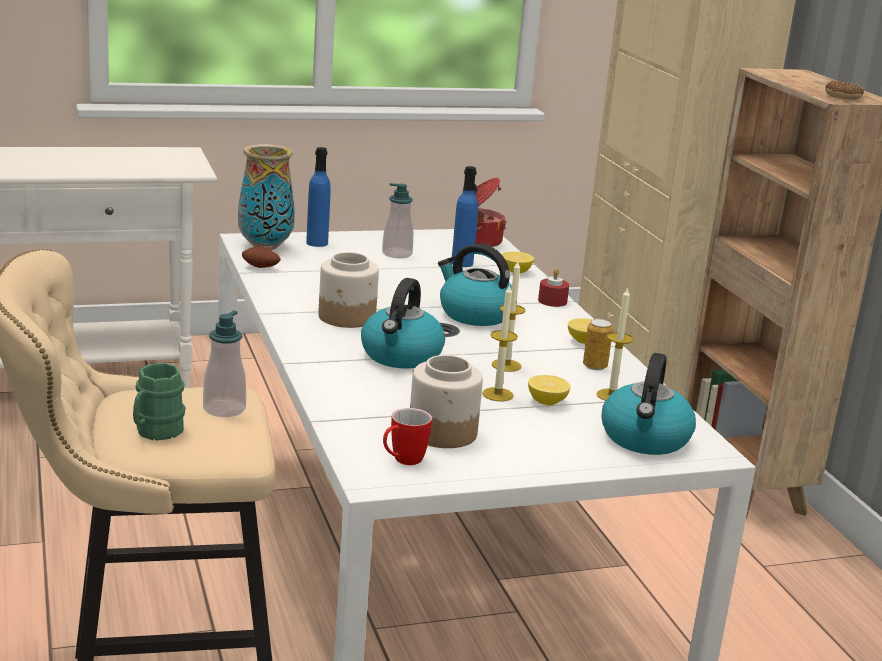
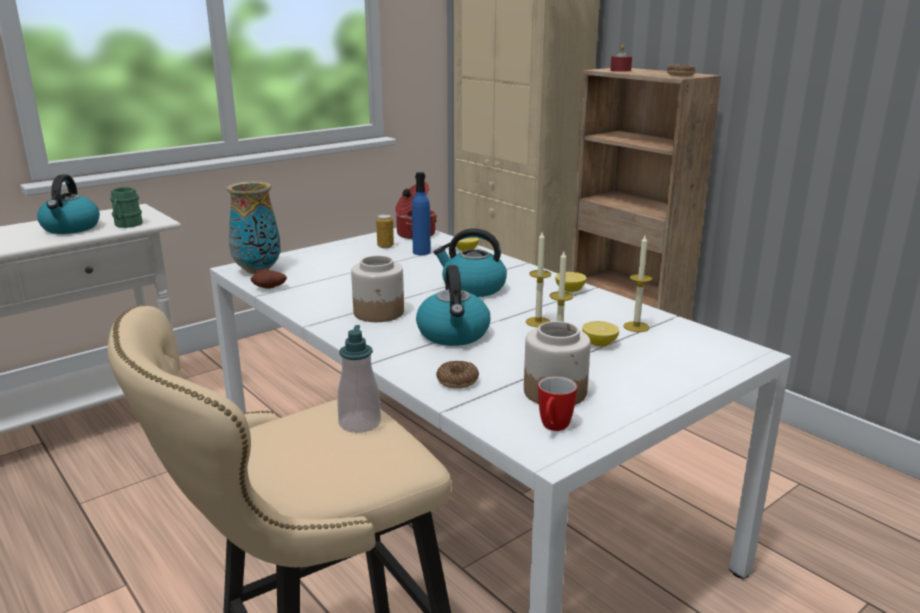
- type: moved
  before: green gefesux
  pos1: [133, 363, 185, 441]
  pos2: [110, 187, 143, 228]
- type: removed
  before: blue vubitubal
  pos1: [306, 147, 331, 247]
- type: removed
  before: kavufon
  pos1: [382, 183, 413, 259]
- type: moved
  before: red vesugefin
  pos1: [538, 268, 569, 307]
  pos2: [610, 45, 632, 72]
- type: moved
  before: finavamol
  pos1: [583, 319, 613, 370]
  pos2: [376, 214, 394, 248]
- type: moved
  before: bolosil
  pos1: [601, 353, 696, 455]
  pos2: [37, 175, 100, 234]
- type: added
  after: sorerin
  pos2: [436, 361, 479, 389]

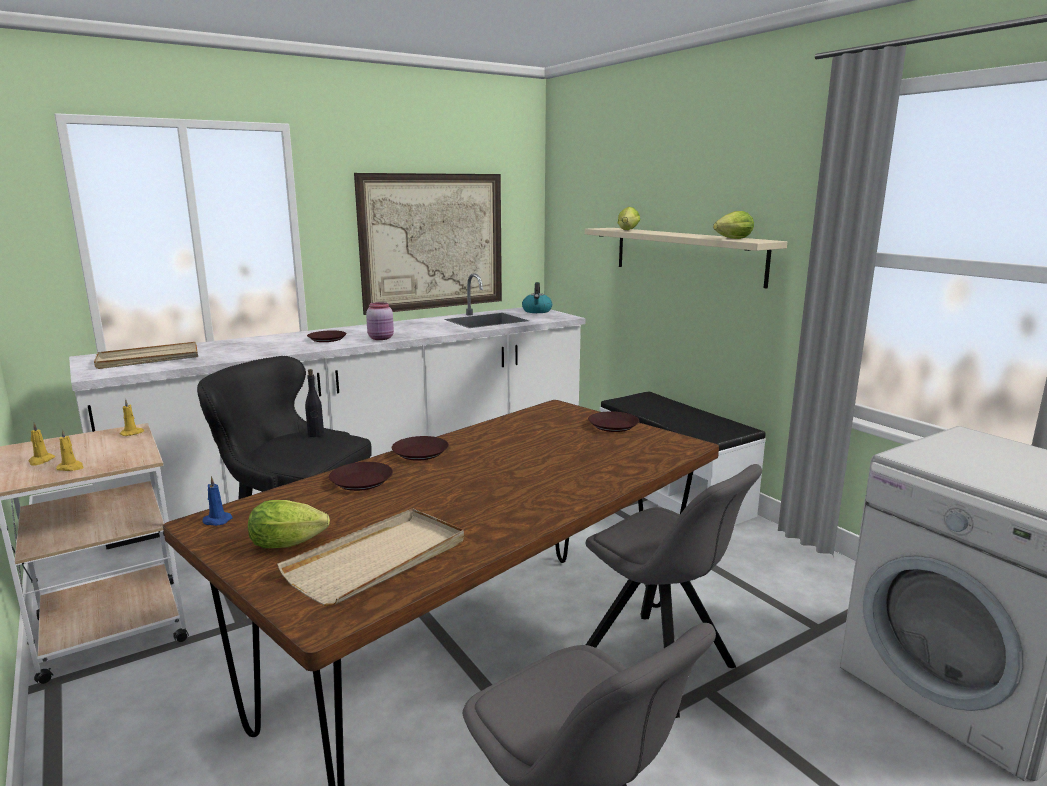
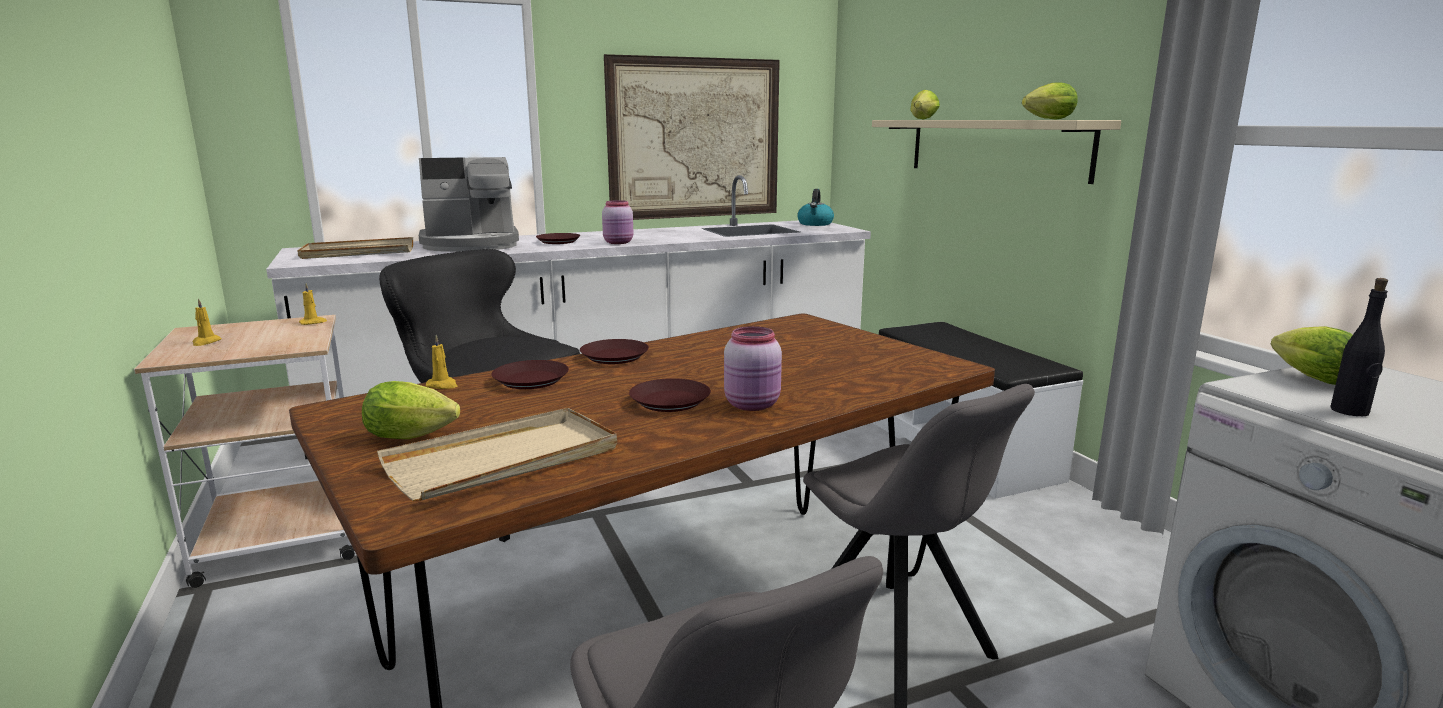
- type: moved
  before: yellow vesugefin
  pos1: [56, 429, 84, 471]
  pos2: [426, 335, 457, 389]
- type: removed
  before: blue vesugefin
  pos1: [202, 476, 232, 526]
- type: moved
  before: black vubitubal
  pos1: [305, 369, 324, 437]
  pos2: [1330, 278, 1388, 416]
- type: moved
  before: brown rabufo
  pos1: [588, 411, 639, 432]
  pos2: [629, 378, 711, 412]
- type: added
  after: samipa
  pos2: [419, 157, 519, 252]
- type: added
  after: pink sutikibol
  pos2: [724, 326, 782, 411]
- type: added
  after: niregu
  pos2: [1270, 326, 1353, 385]

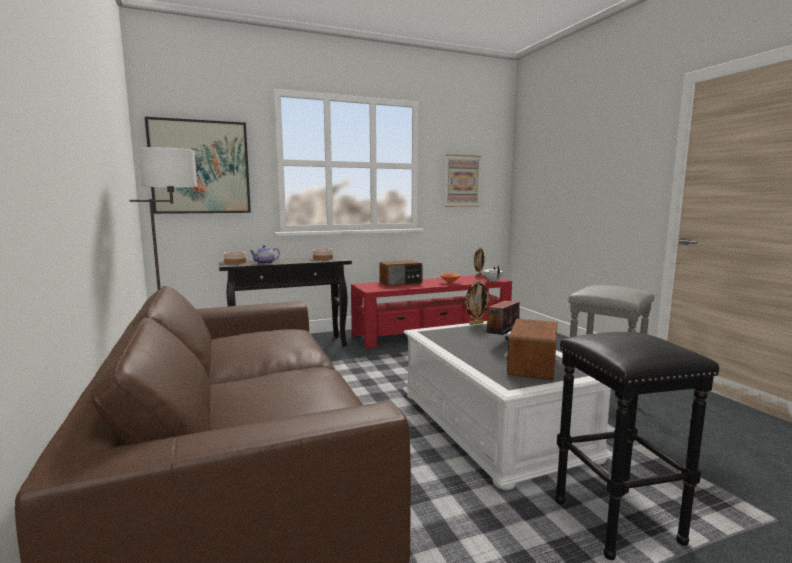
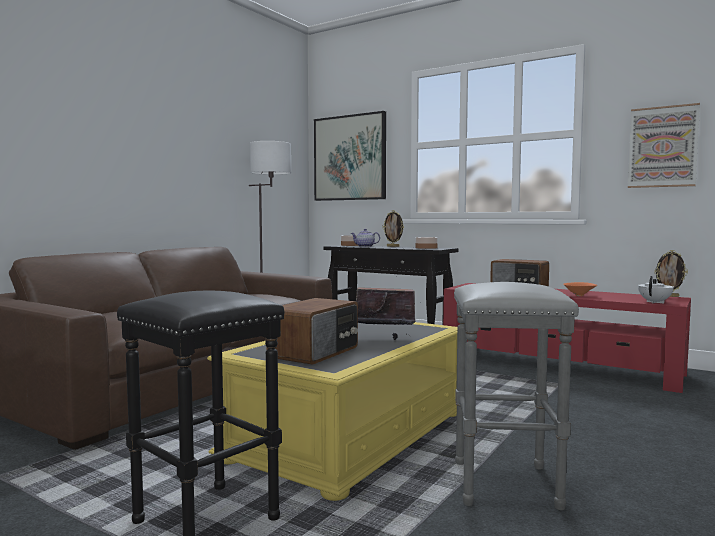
- type: recoloured
  before: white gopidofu
  after: yellow gopidofu
  pos1: [403, 321, 613, 490]
  pos2: [207, 322, 457, 501]
- type: moved
  before: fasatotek
  pos1: [465, 280, 490, 325]
  pos2: [383, 210, 404, 247]
- type: turned
  before: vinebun
  pos1: [504, 319, 558, 381]
  pos2: [266, 298, 358, 365]
  turn: 135

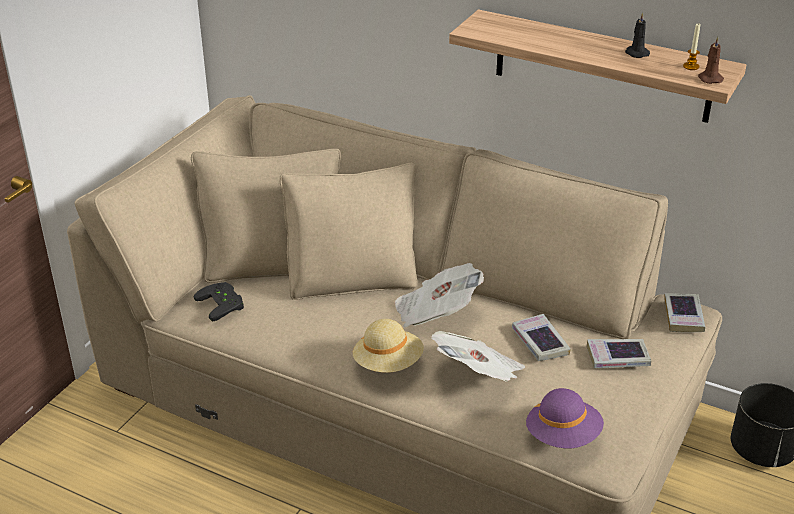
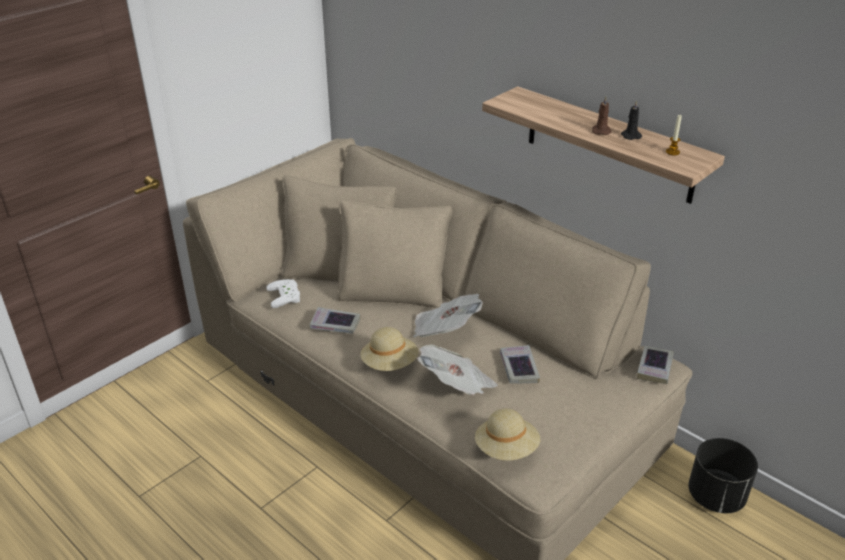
- type: recoloured
  before: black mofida
  after: white mofida
  pos1: [194, 282, 244, 321]
  pos2: [266, 279, 300, 308]
- type: recoloured
  before: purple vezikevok
  after: beige vezikevok
  pos1: [526, 388, 604, 448]
  pos2: [475, 408, 540, 461]
- type: moved
  before: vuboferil
  pos1: [587, 339, 651, 368]
  pos2: [310, 307, 360, 334]
- type: moved
  before: brown vesugefin
  pos1: [698, 37, 724, 84]
  pos2: [592, 97, 611, 135]

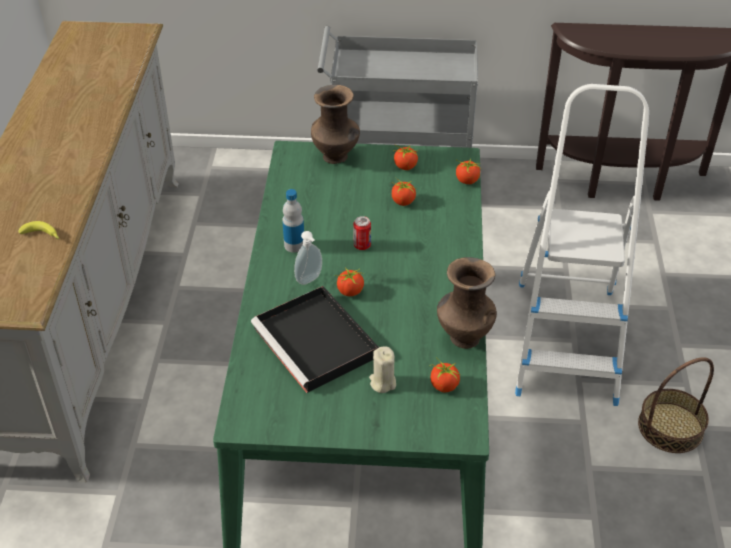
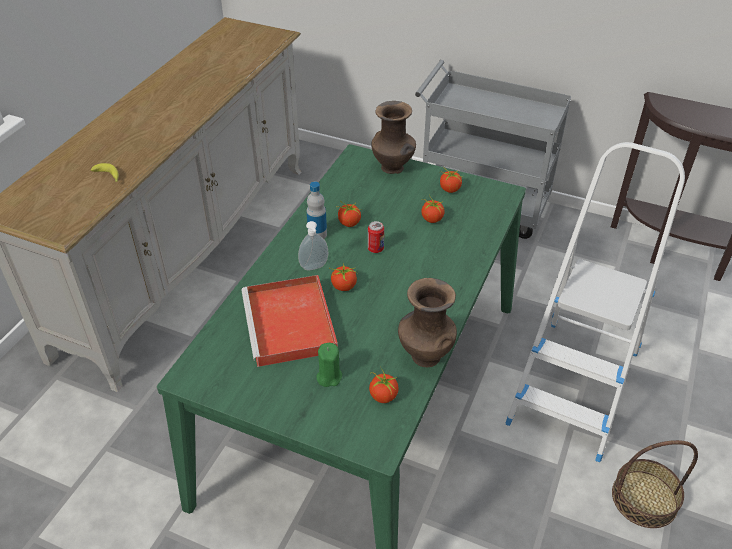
- type: recoloured
  before: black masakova
  after: red masakova
  pos1: [251, 286, 379, 393]
  pos2: [241, 275, 338, 367]
- type: recoloured
  before: beige vesugefin
  after: green vesugefin
  pos1: [369, 346, 396, 393]
  pos2: [316, 343, 342, 387]
- type: moved
  before: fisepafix
  pos1: [456, 159, 481, 184]
  pos2: [338, 202, 361, 227]

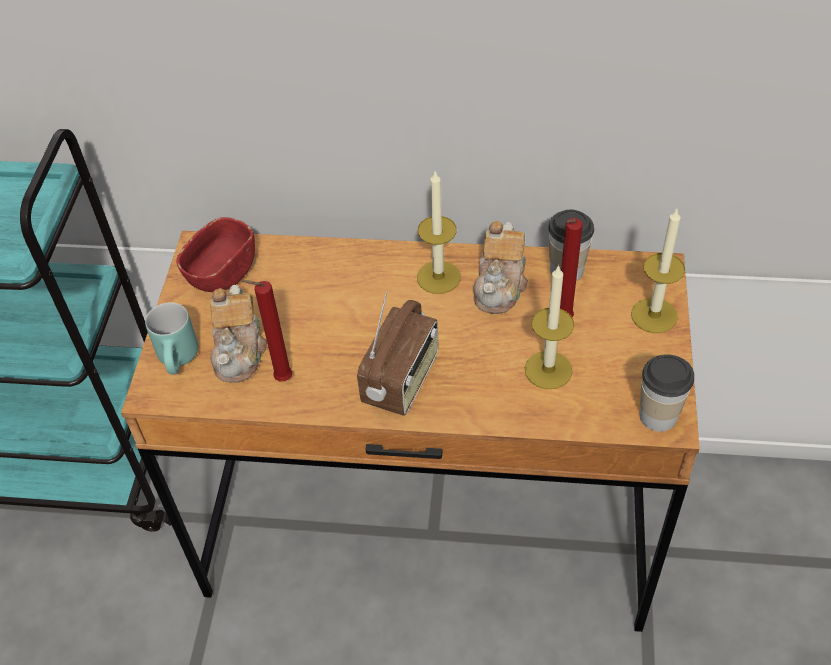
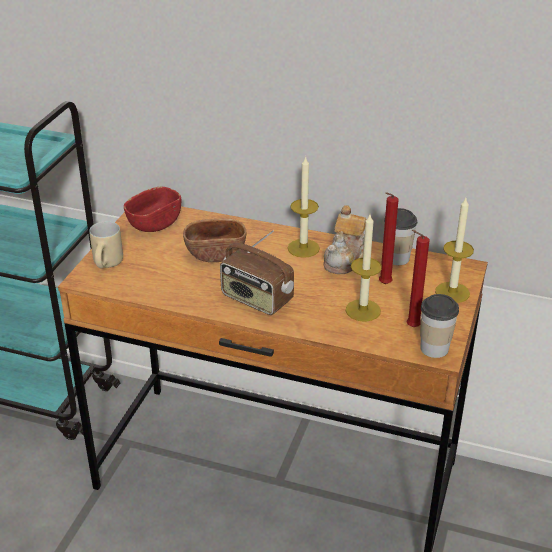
- type: recoloured
  before: turquoise gefesux
  after: beige gefesux
  pos1: [145, 302, 198, 375]
  pos2: [89, 221, 123, 268]
- type: removed
  before: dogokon
  pos1: [210, 285, 267, 383]
- type: moved
  before: red vesugefin
  pos1: [243, 280, 292, 382]
  pos2: [407, 230, 430, 327]
- type: turned
  before: vinebun
  pos1: [357, 291, 439, 416]
  pos2: [220, 230, 294, 315]
  turn: 90
- type: added
  after: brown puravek
  pos2: [183, 218, 246, 262]

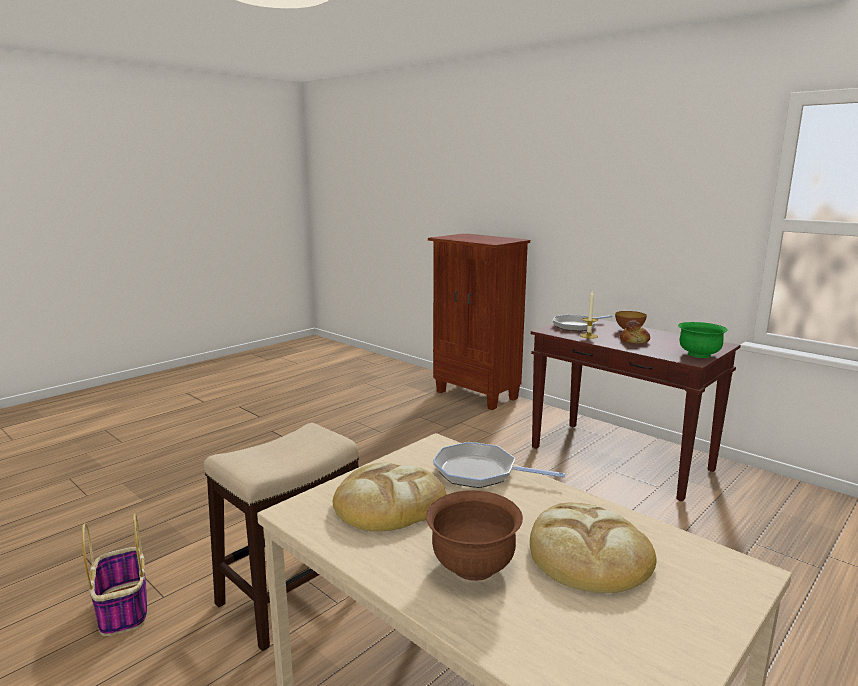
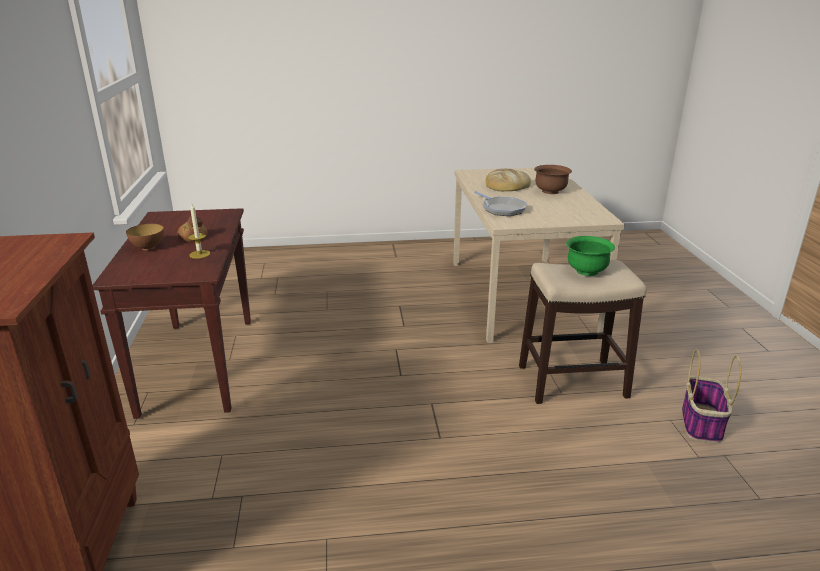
- type: removed
  before: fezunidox
  pos1: [333, 463, 446, 532]
- type: removed
  before: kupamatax
  pos1: [553, 315, 613, 331]
- type: moved
  before: green puravek
  pos1: [678, 322, 728, 358]
  pos2: [566, 236, 615, 276]

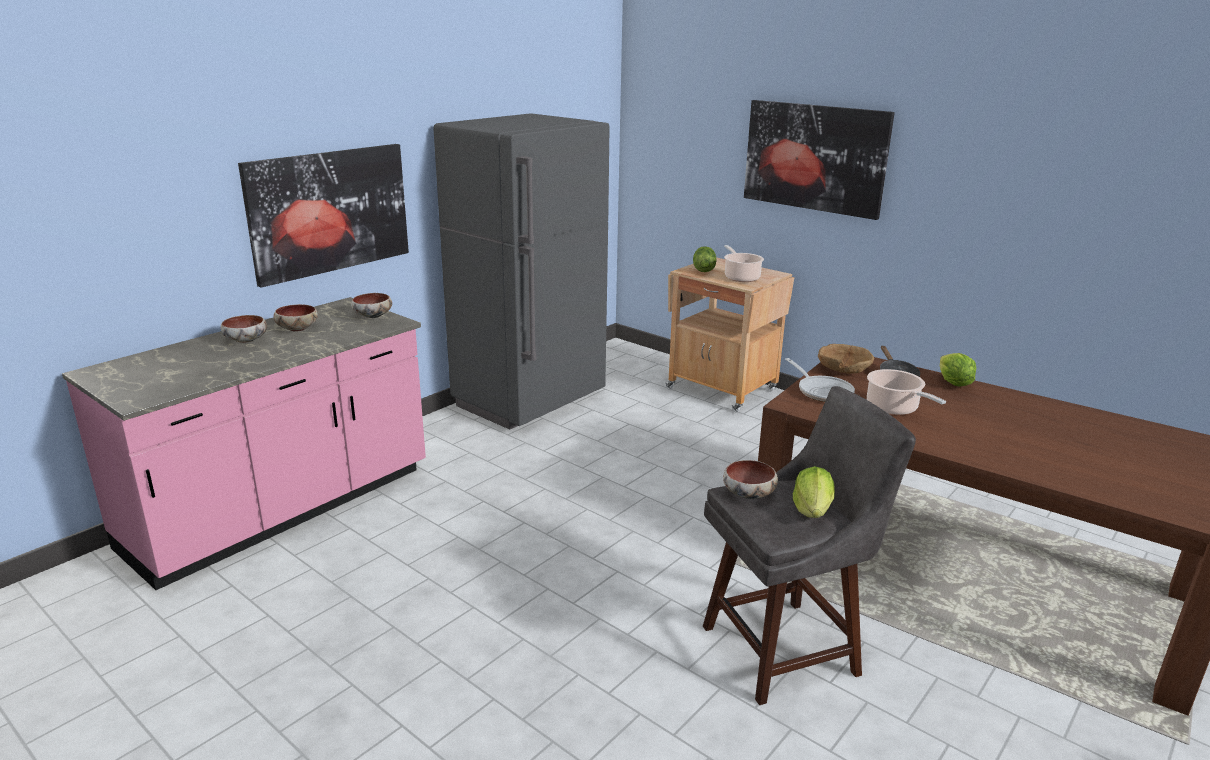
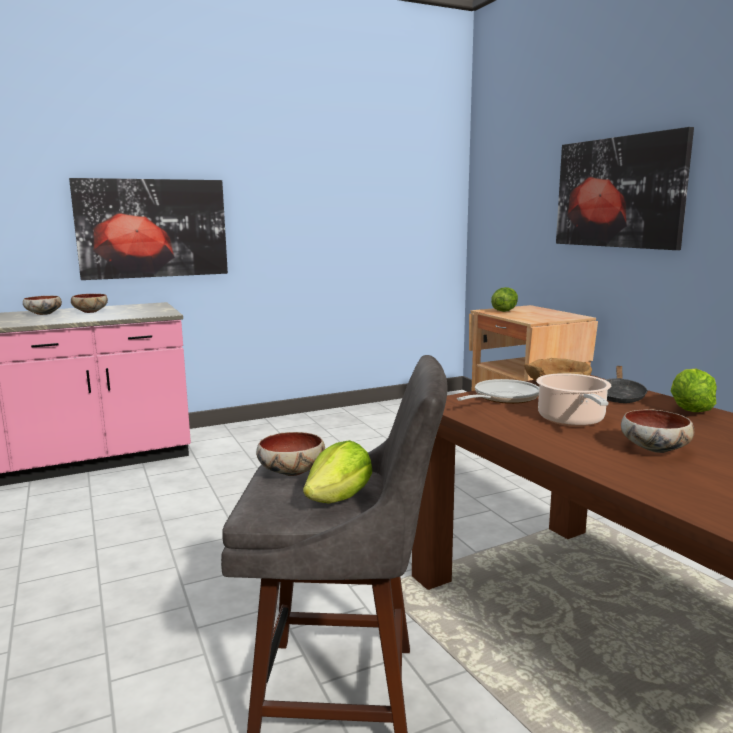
- type: moved
  before: puravek
  pos1: [351, 293, 392, 318]
  pos2: [621, 409, 694, 453]
- type: removed
  before: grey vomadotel
  pos1: [433, 113, 609, 429]
- type: removed
  before: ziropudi
  pos1: [724, 245, 764, 282]
- type: turned
  before: kupamatax
  pos1: [785, 358, 855, 402]
  pos2: [457, 379, 539, 404]
  turn: -135

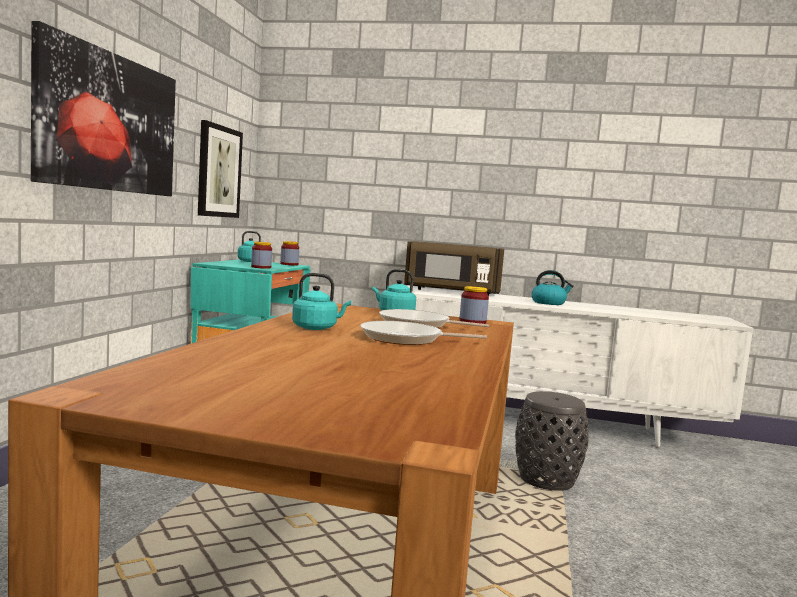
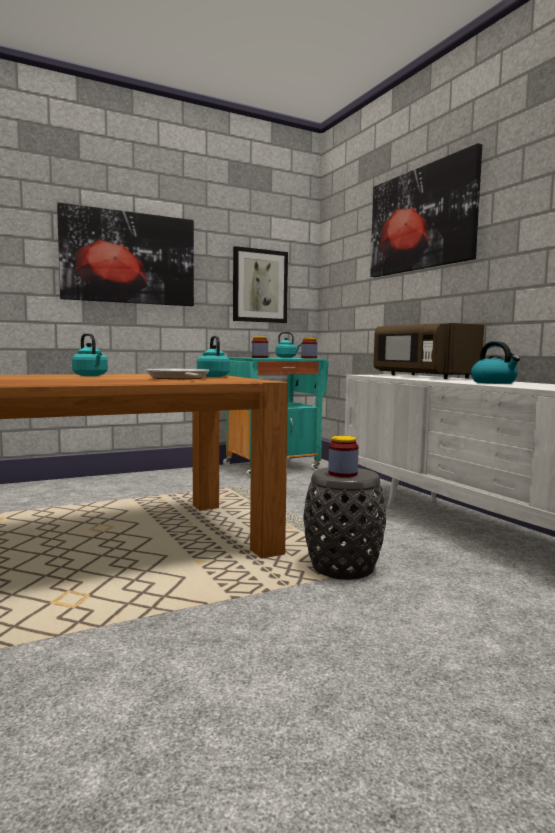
- type: removed
  before: kupamatax
  pos1: [360, 321, 487, 345]
- type: moved
  before: sutikibol
  pos1: [459, 286, 489, 324]
  pos2: [328, 436, 359, 477]
- type: added
  after: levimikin
  pos2: [370, 143, 482, 277]

